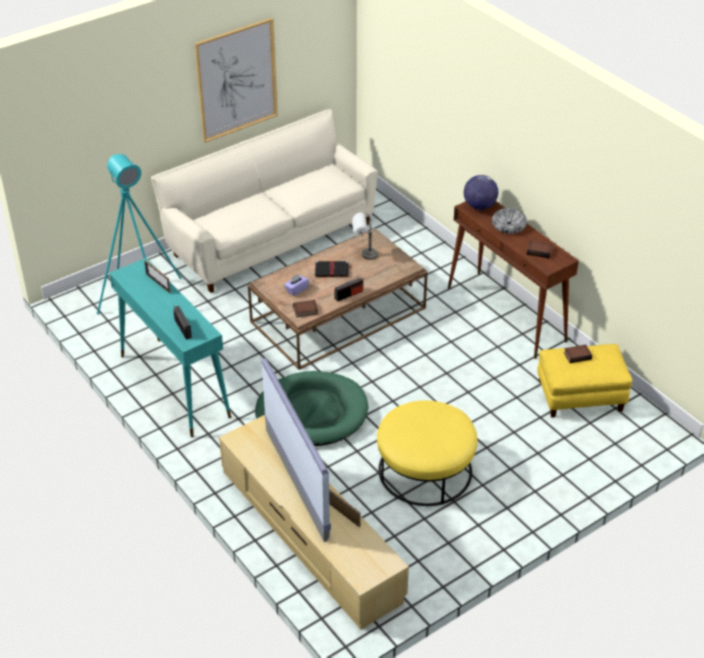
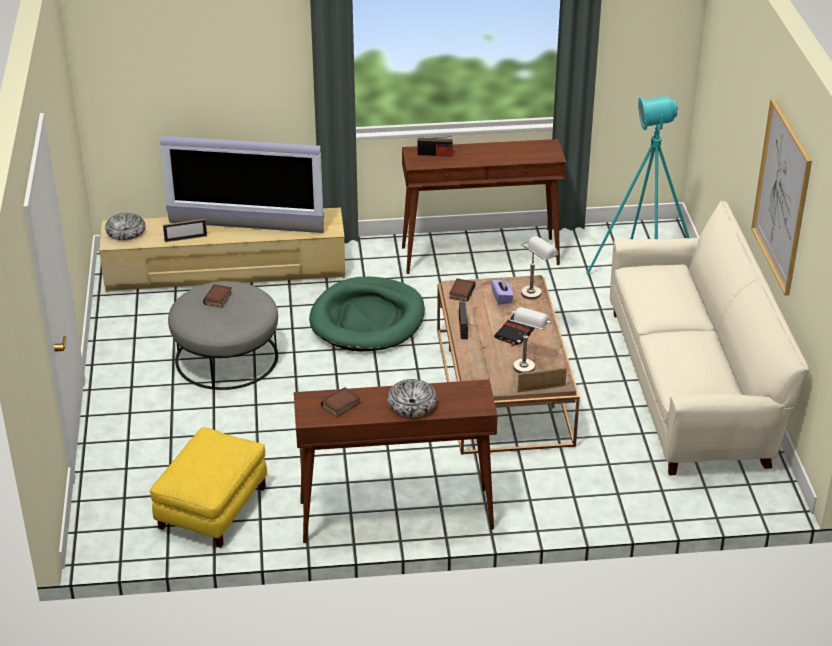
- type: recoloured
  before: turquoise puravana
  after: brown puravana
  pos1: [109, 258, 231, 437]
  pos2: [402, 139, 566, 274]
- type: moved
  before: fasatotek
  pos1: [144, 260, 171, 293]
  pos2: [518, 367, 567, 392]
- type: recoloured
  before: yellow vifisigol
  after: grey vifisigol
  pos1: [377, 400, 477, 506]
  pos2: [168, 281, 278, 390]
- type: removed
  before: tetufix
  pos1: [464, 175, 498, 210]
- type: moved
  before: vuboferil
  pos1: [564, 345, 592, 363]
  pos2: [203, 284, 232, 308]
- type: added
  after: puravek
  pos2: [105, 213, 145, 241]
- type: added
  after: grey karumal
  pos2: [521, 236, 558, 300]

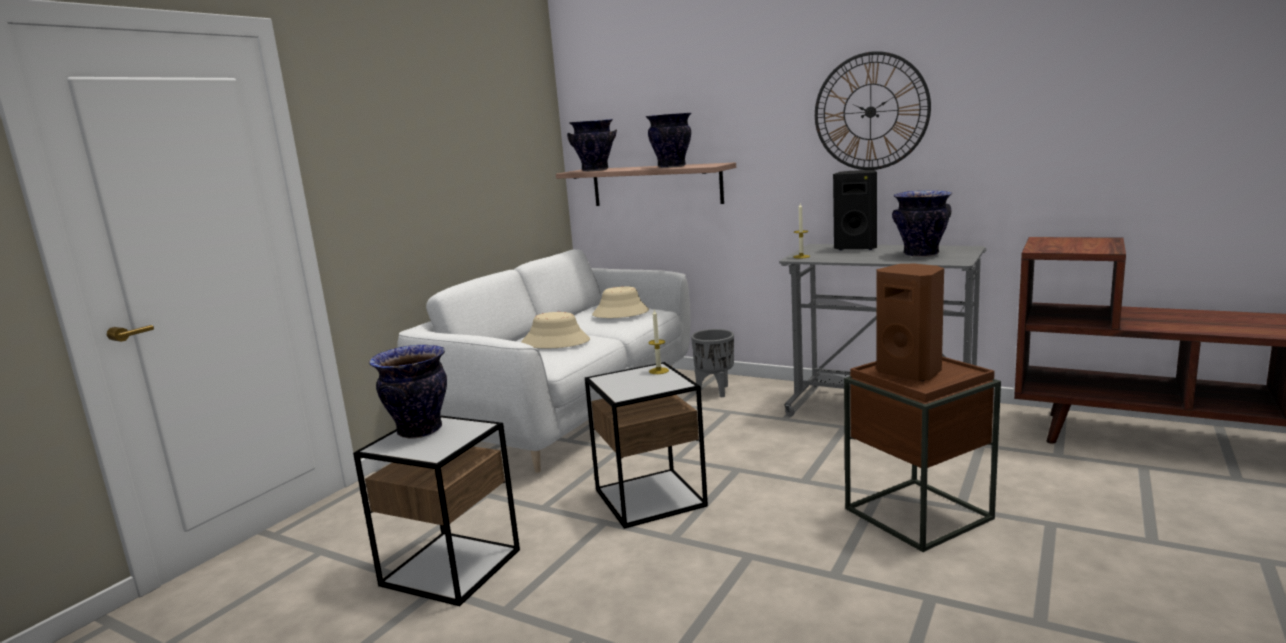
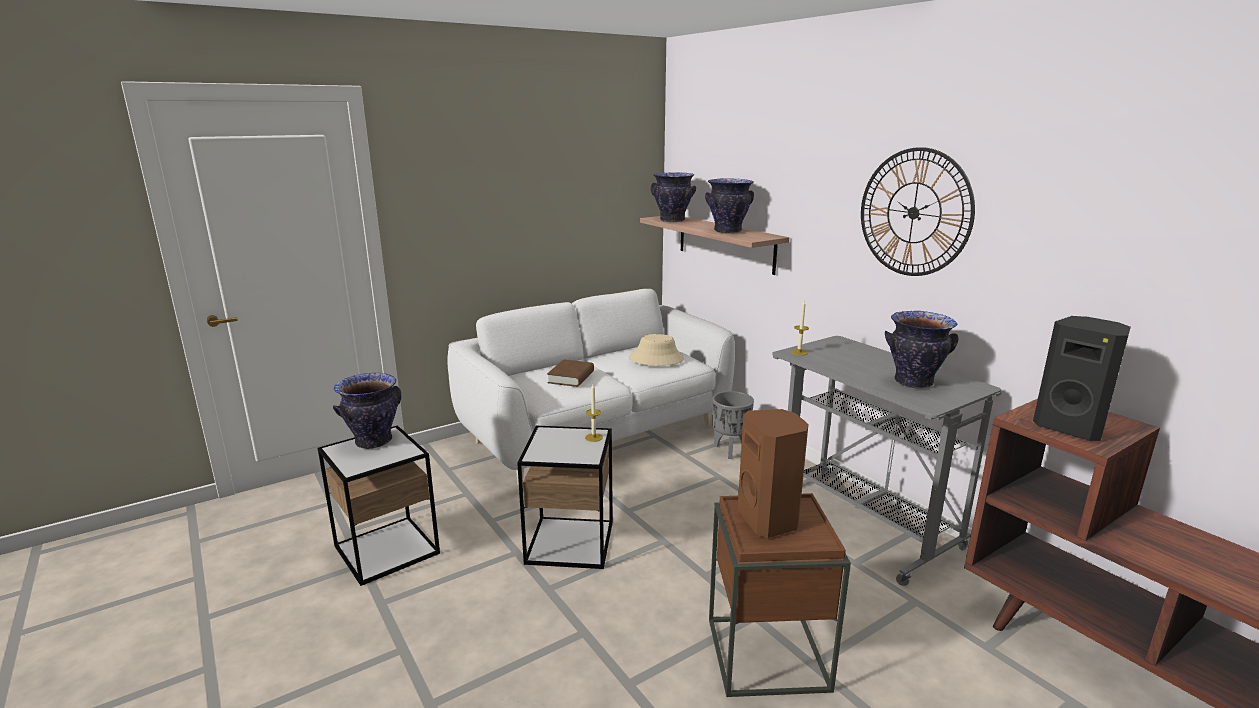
- type: replaced
  before: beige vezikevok
  after: brown vuboferil
  pos1: [521, 312, 590, 348]
  pos2: [547, 359, 594, 387]
- type: moved
  before: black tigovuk
  pos1: [833, 170, 877, 250]
  pos2: [1033, 316, 1131, 441]

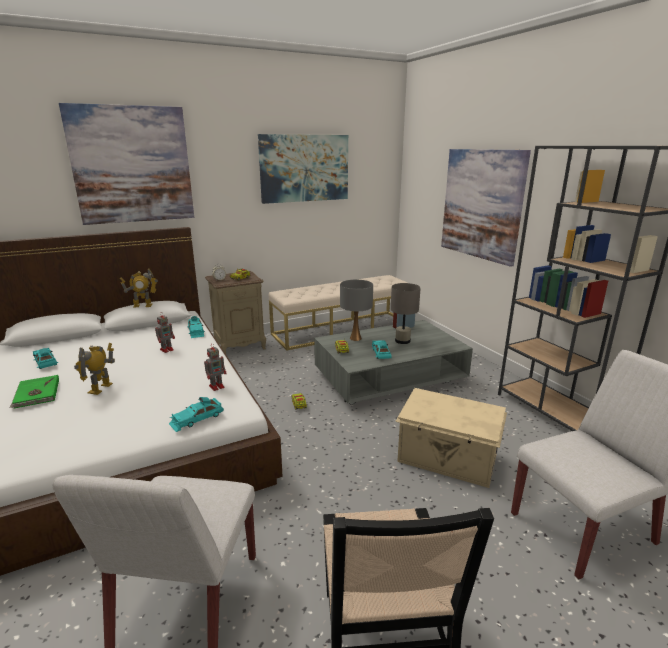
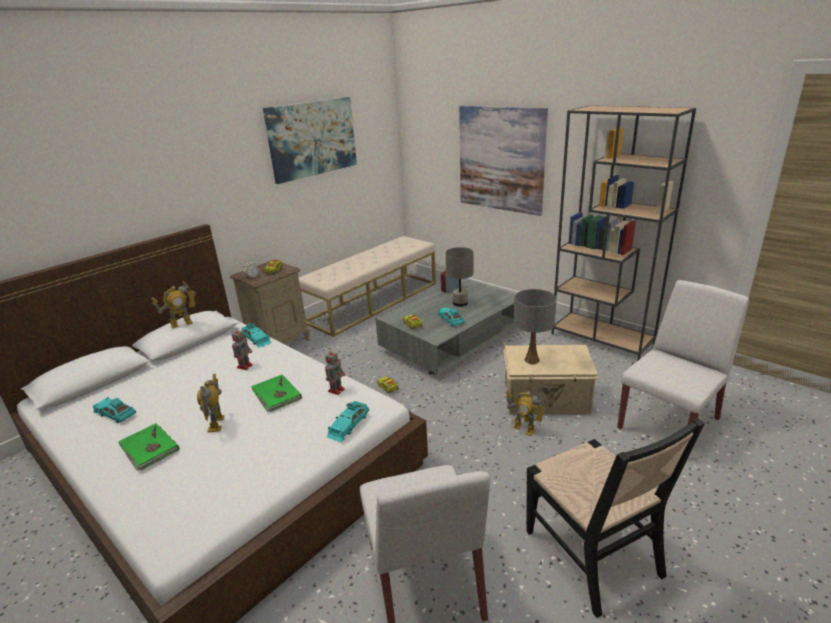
- type: removed
  before: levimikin
  pos1: [59, 103, 194, 225]
- type: moved
  before: grey karumal
  pos1: [340, 280, 373, 341]
  pos2: [514, 289, 557, 364]
- type: added
  after: green vuboferil
  pos2: [251, 374, 302, 412]
- type: added
  after: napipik
  pos2: [506, 390, 547, 436]

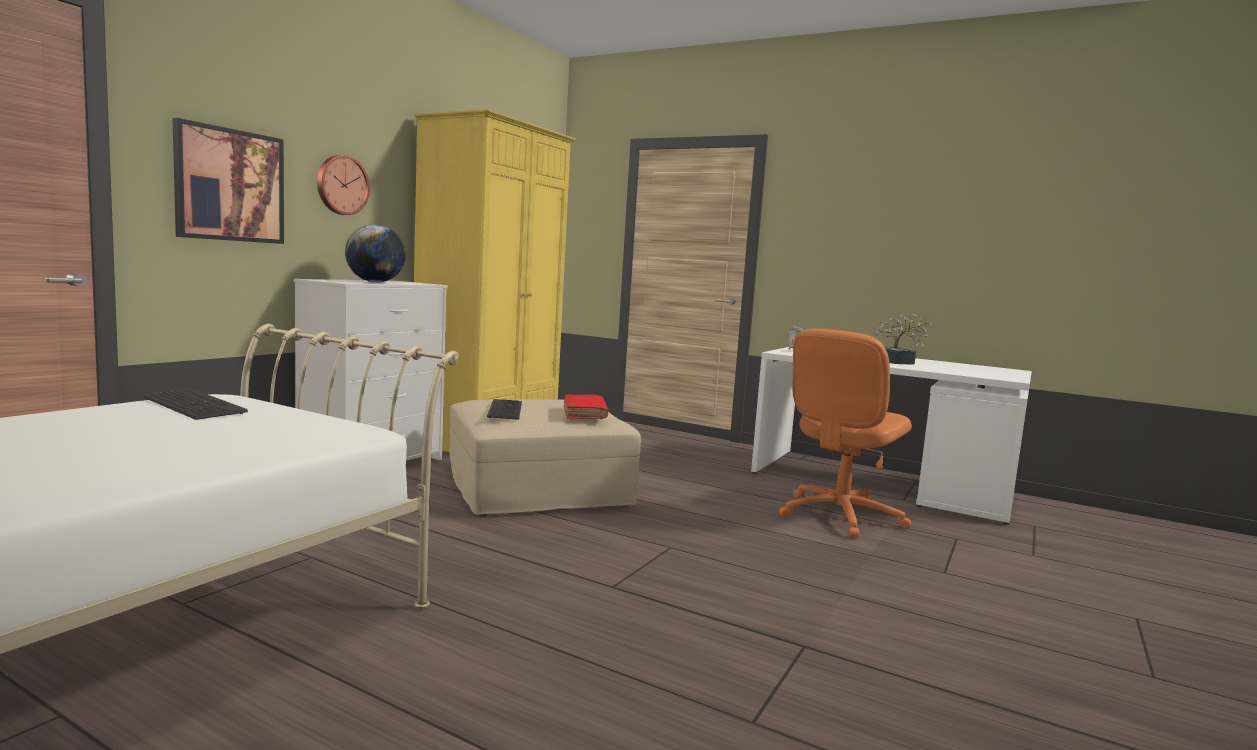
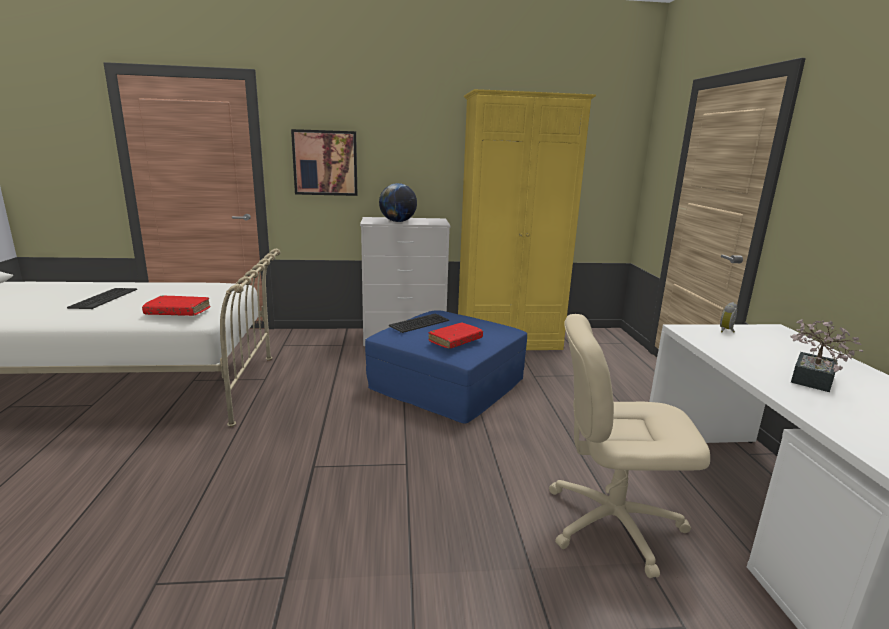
- type: moved
  before: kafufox
  pos1: [143, 389, 248, 420]
  pos2: [67, 288, 137, 309]
- type: removed
  before: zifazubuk
  pos1: [317, 155, 370, 215]
- type: recoloured
  before: beige vifisigol
  after: blue vifisigol
  pos1: [450, 399, 641, 516]
  pos2: [365, 310, 527, 424]
- type: recoloured
  before: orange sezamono
  after: beige sezamono
  pos1: [779, 329, 912, 539]
  pos2: [549, 314, 710, 578]
- type: added
  after: red vuboferil
  pos2: [142, 295, 211, 316]

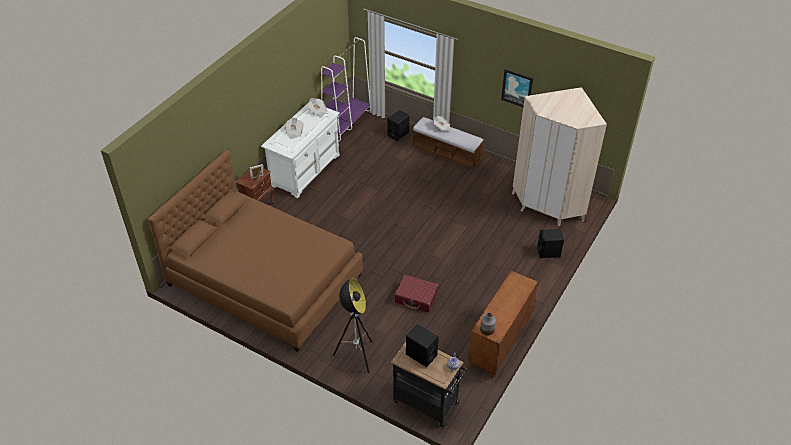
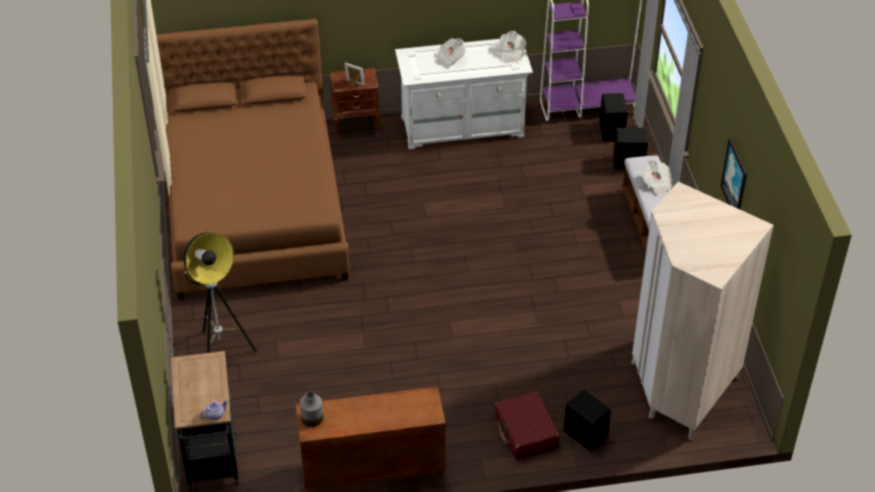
- type: moved
  before: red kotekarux
  pos1: [394, 275, 438, 312]
  pos2: [494, 391, 560, 460]
- type: moved
  before: black tigovuk
  pos1: [406, 324, 438, 367]
  pos2: [599, 93, 628, 141]

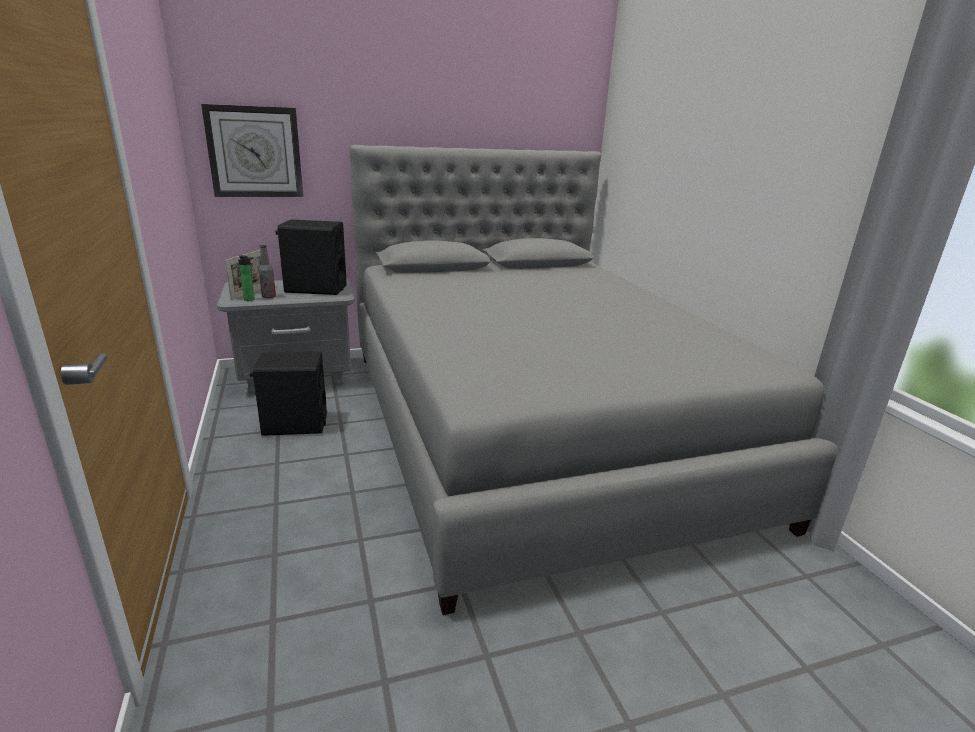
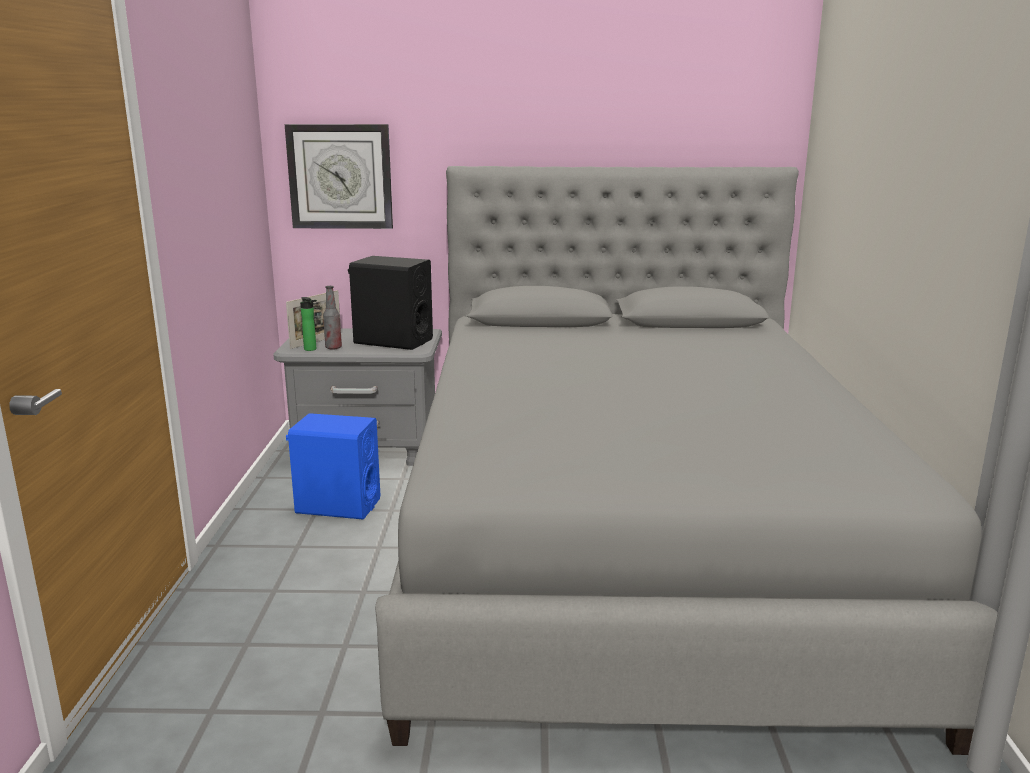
- type: recoloured
  before: black tigovuk
  after: blue tigovuk
  pos1: [249, 352, 327, 436]
  pos2: [286, 413, 380, 520]

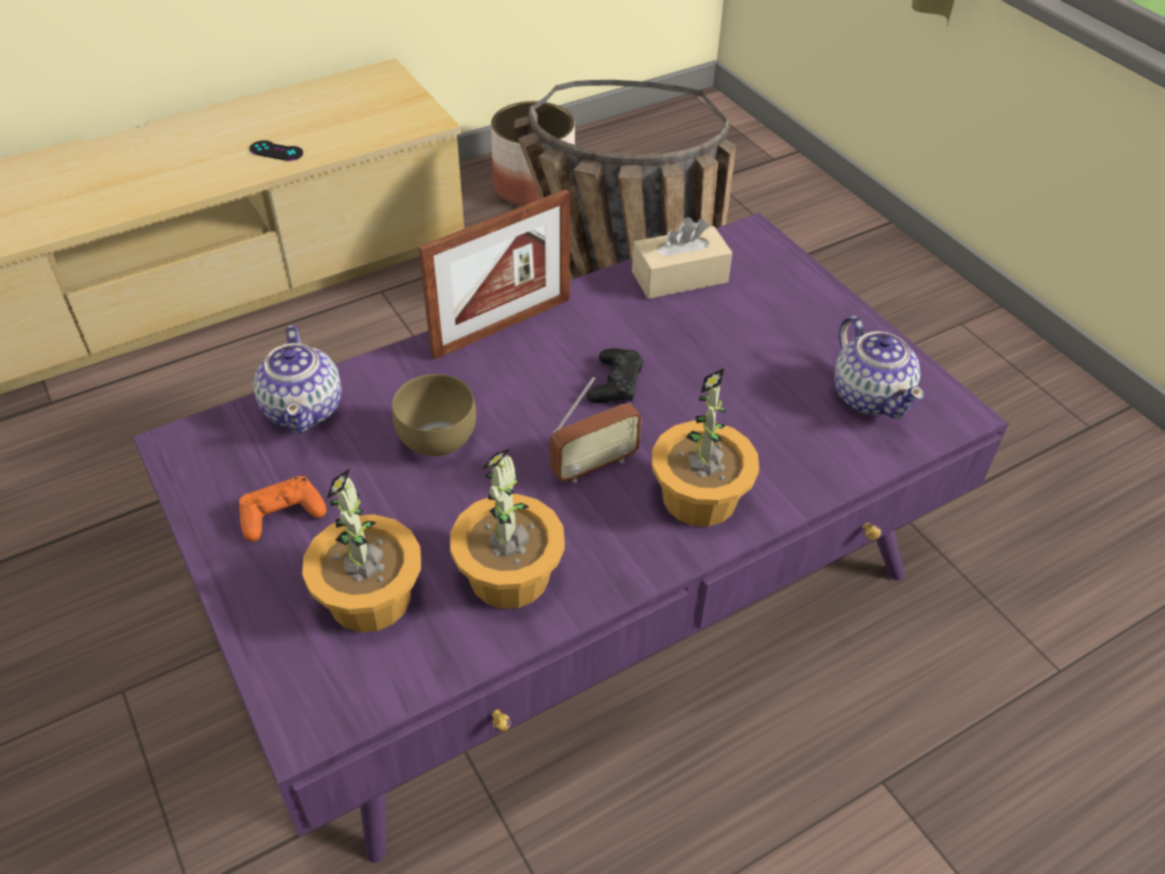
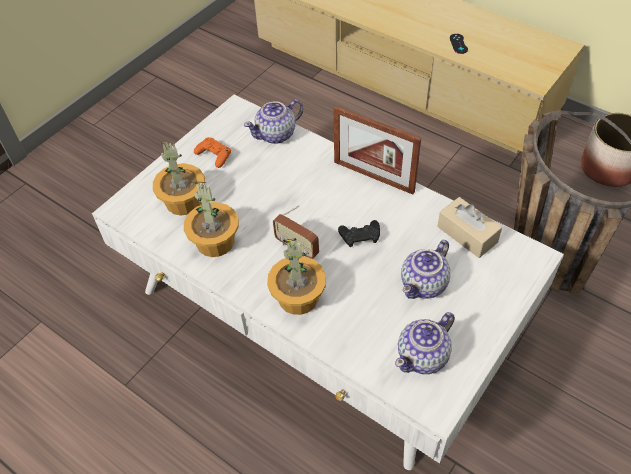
- type: recoloured
  before: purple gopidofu
  after: white gopidofu
  pos1: [133, 213, 1009, 863]
  pos2: [92, 94, 564, 470]
- type: removed
  before: brown puravek
  pos1: [392, 374, 476, 457]
- type: added
  after: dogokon
  pos2: [401, 240, 451, 299]

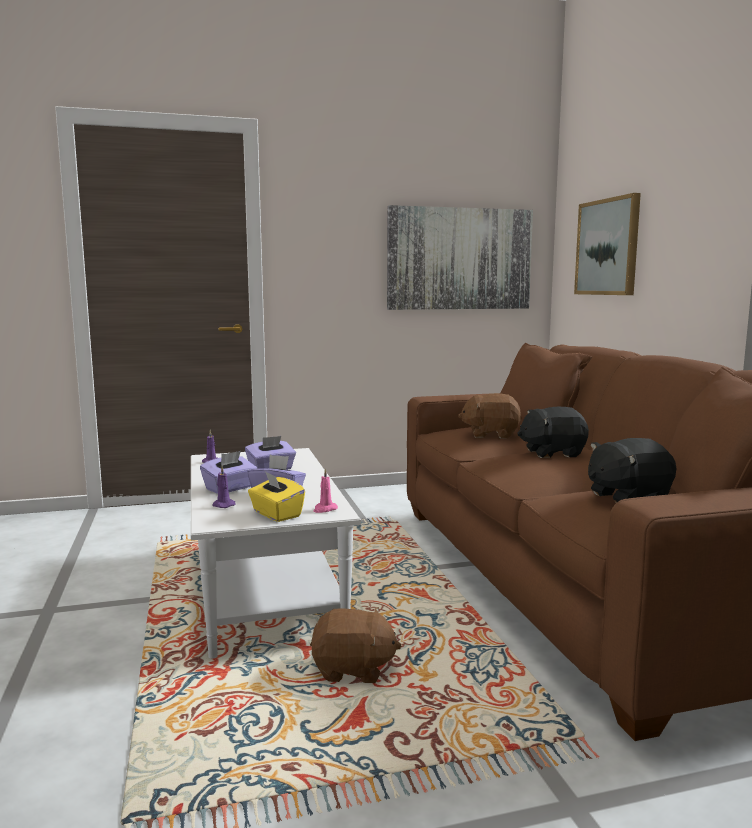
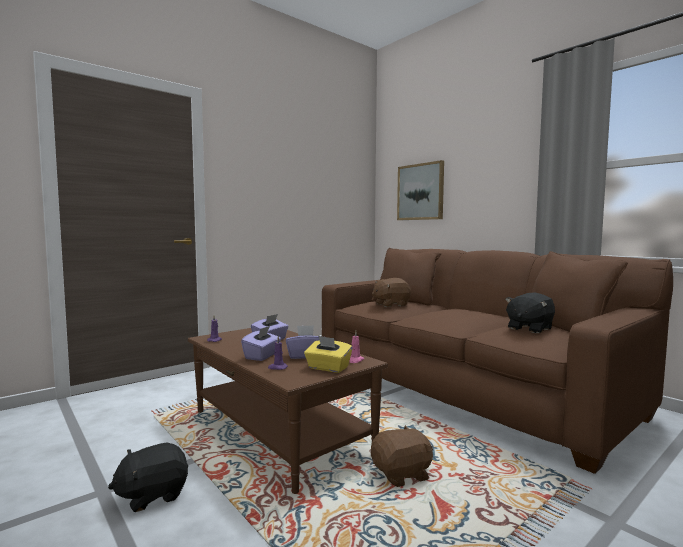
- type: recoloured
  before: white gopidofu
  after: brown gopidofu
  pos1: [191, 448, 361, 659]
  pos2: [188, 328, 388, 494]
- type: removed
  before: levimikin
  pos1: [387, 205, 533, 310]
- type: moved
  before: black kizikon
  pos1: [517, 407, 589, 458]
  pos2: [108, 442, 188, 512]

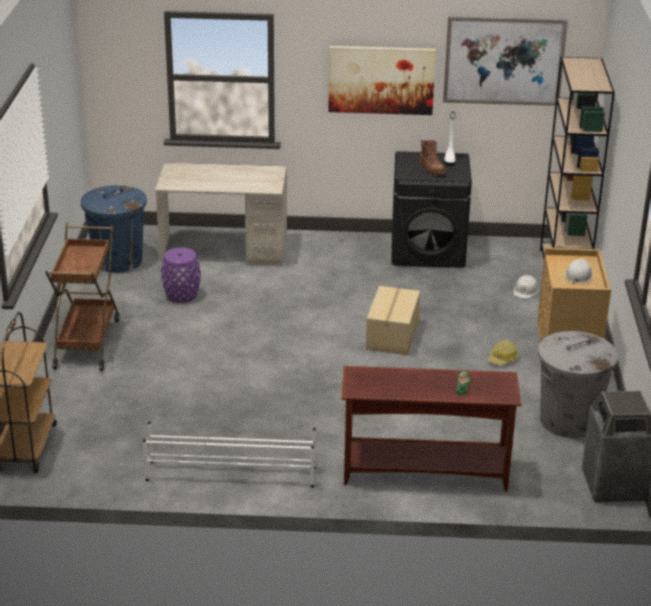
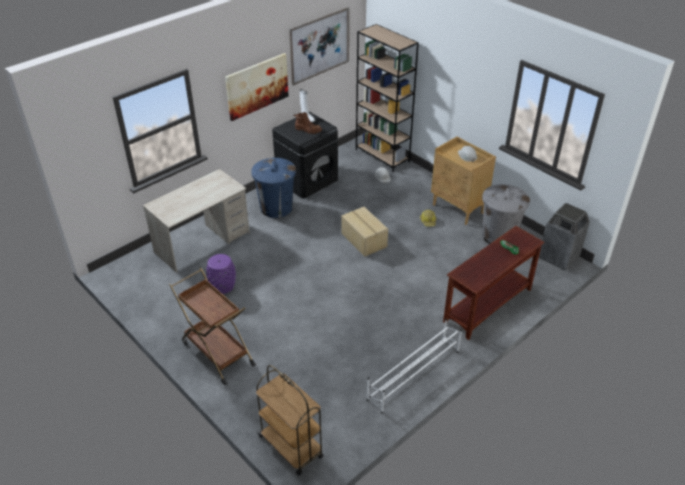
- type: moved
  before: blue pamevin
  pos1: [81, 185, 147, 273]
  pos2: [251, 158, 296, 218]

